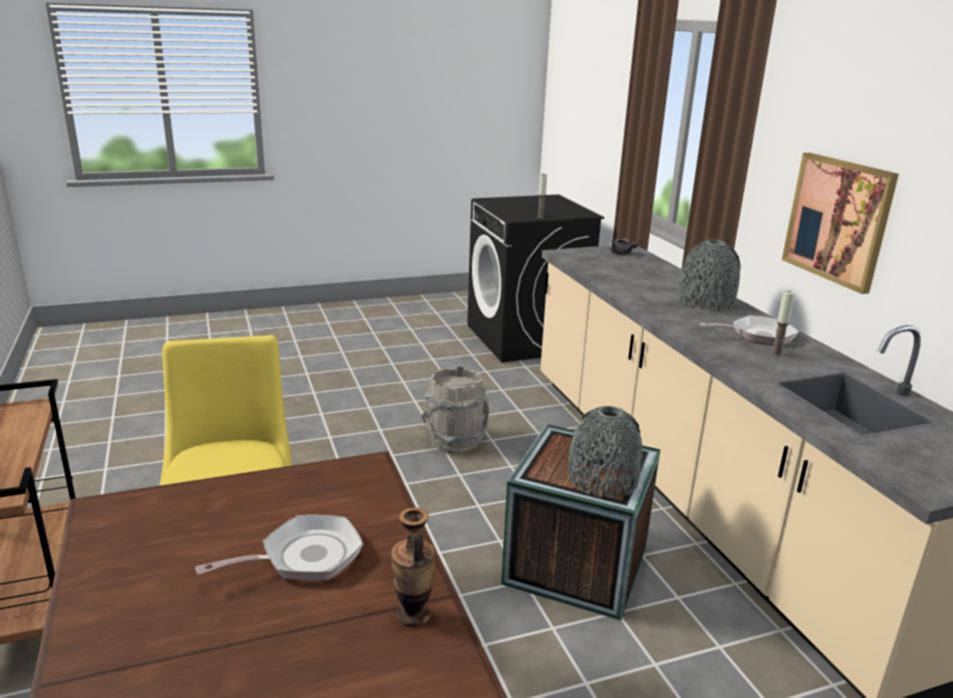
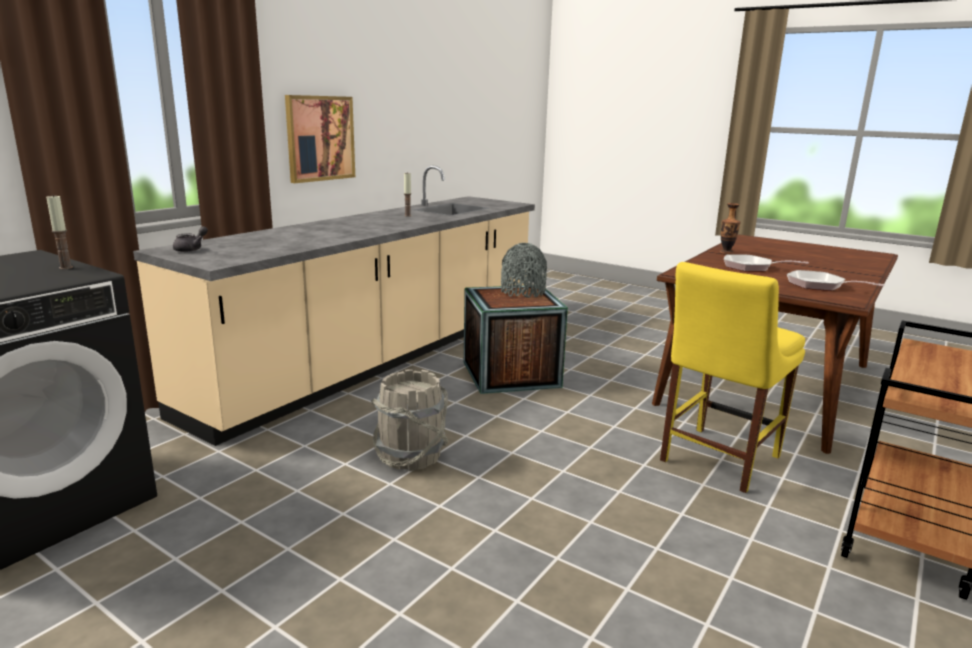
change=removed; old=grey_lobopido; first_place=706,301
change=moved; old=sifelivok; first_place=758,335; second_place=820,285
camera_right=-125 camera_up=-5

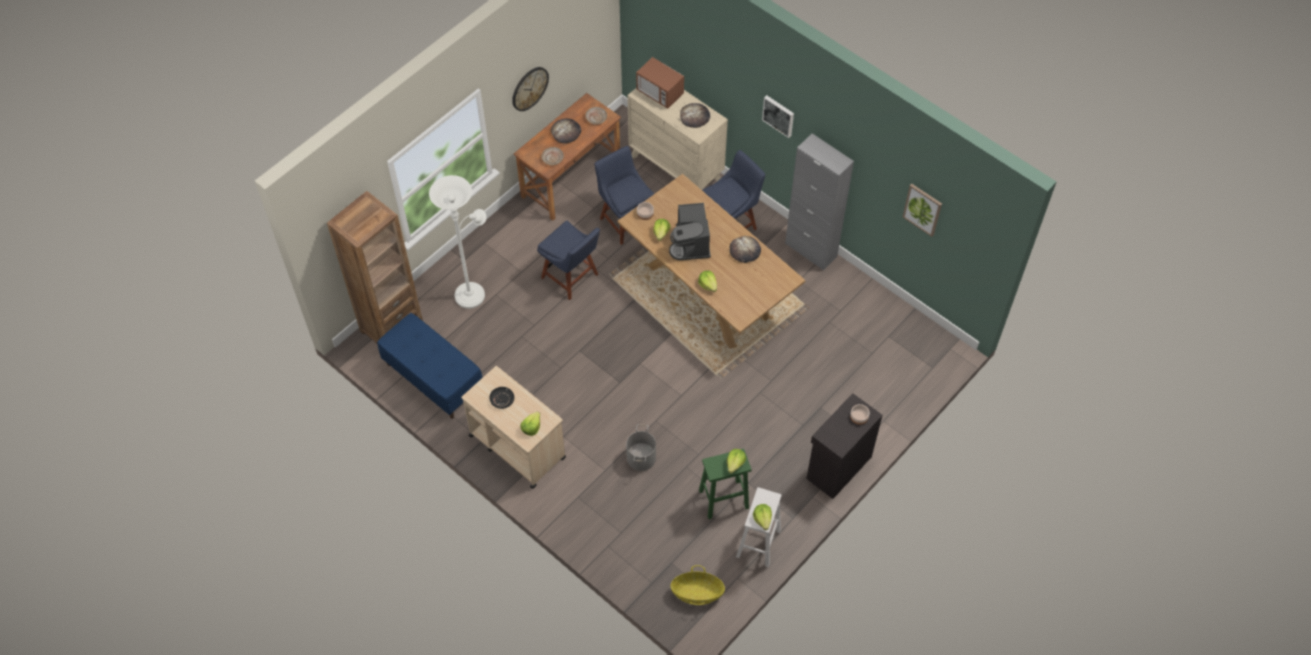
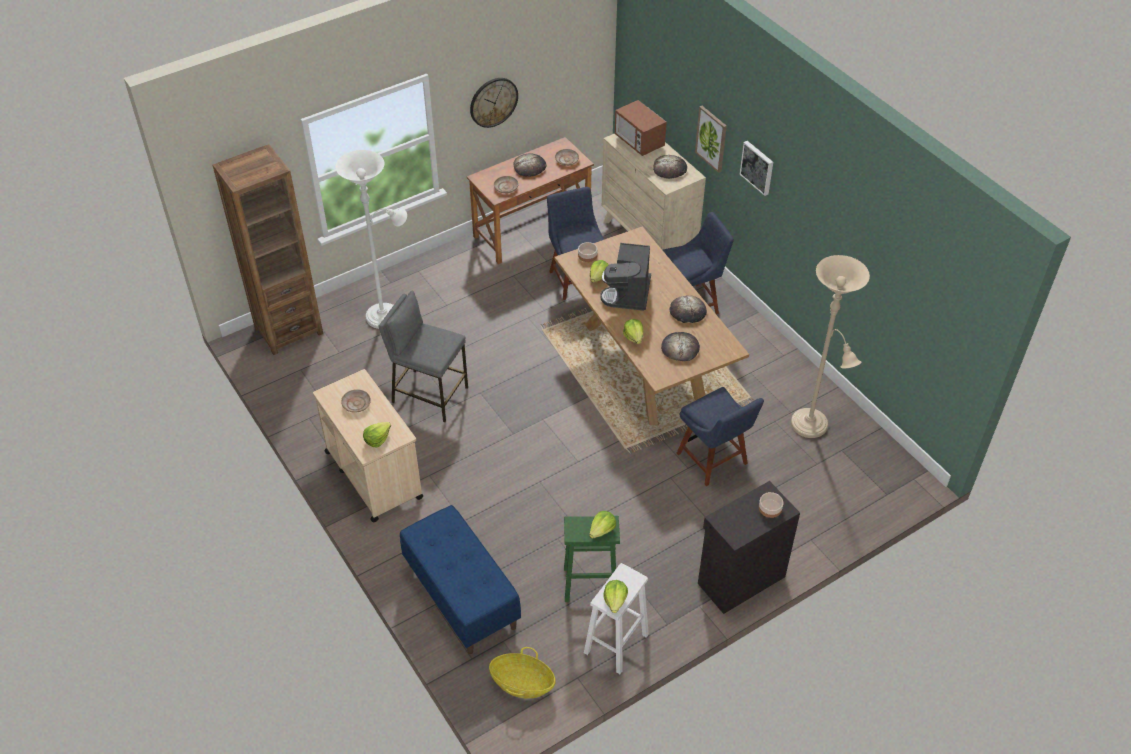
change=removed; old=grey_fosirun; first_place=640,457
change=removed; old=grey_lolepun; first_place=811,250
change=added; new=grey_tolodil; second_place=429,395
change=added; new=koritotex; second_place=680,348
change=added; new=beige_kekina; second_place=812,427
change=moved; old=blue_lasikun; first_place=433,378; second_place=460,596
change=moved; old=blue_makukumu; first_place=571,278; second_place=714,461
change=moved; old=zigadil; first_place=922,209; second_place=711,138
change=recoloured; old=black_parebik; new=beige_parebik; first_place=502,399; second_place=356,404
camera_right=15 camera_up=-10

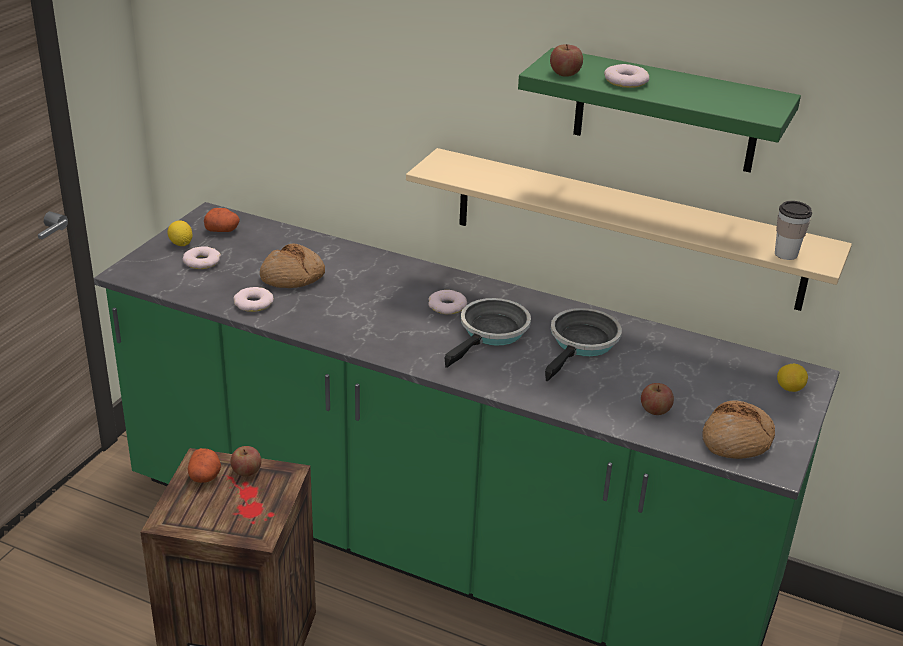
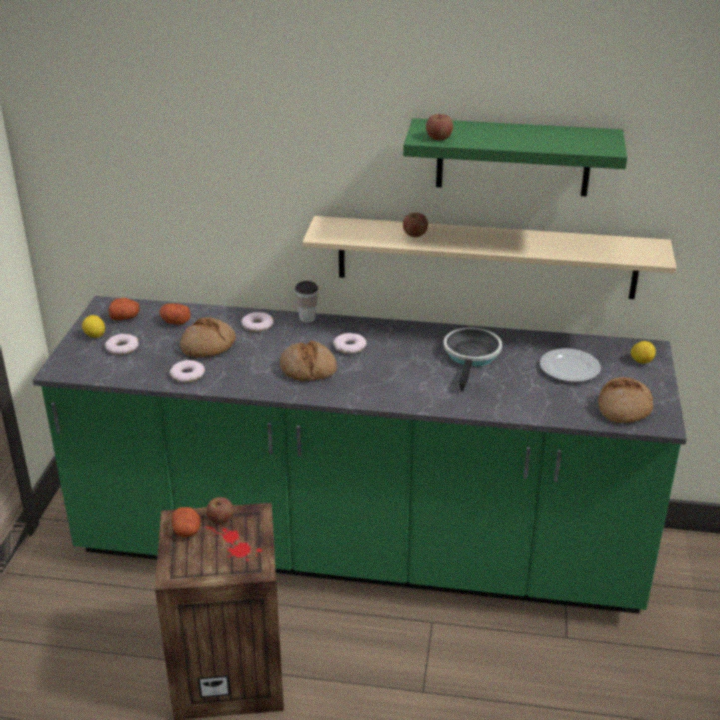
change=removed; old=sifelivok; first_place=491,333
change=added; new=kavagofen; second_place=174,322
change=added; new=koritotex; second_place=308,369
change=added; new=parebik; second_place=570,368
change=moved; old=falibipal; first_place=625,81; second_place=257,325
change=moved; old=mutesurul; first_place=655,410; second_place=415,234
change=moved; old=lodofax; first_place=786,254; second_place=307,318
camera_right=-15 camera_up=0

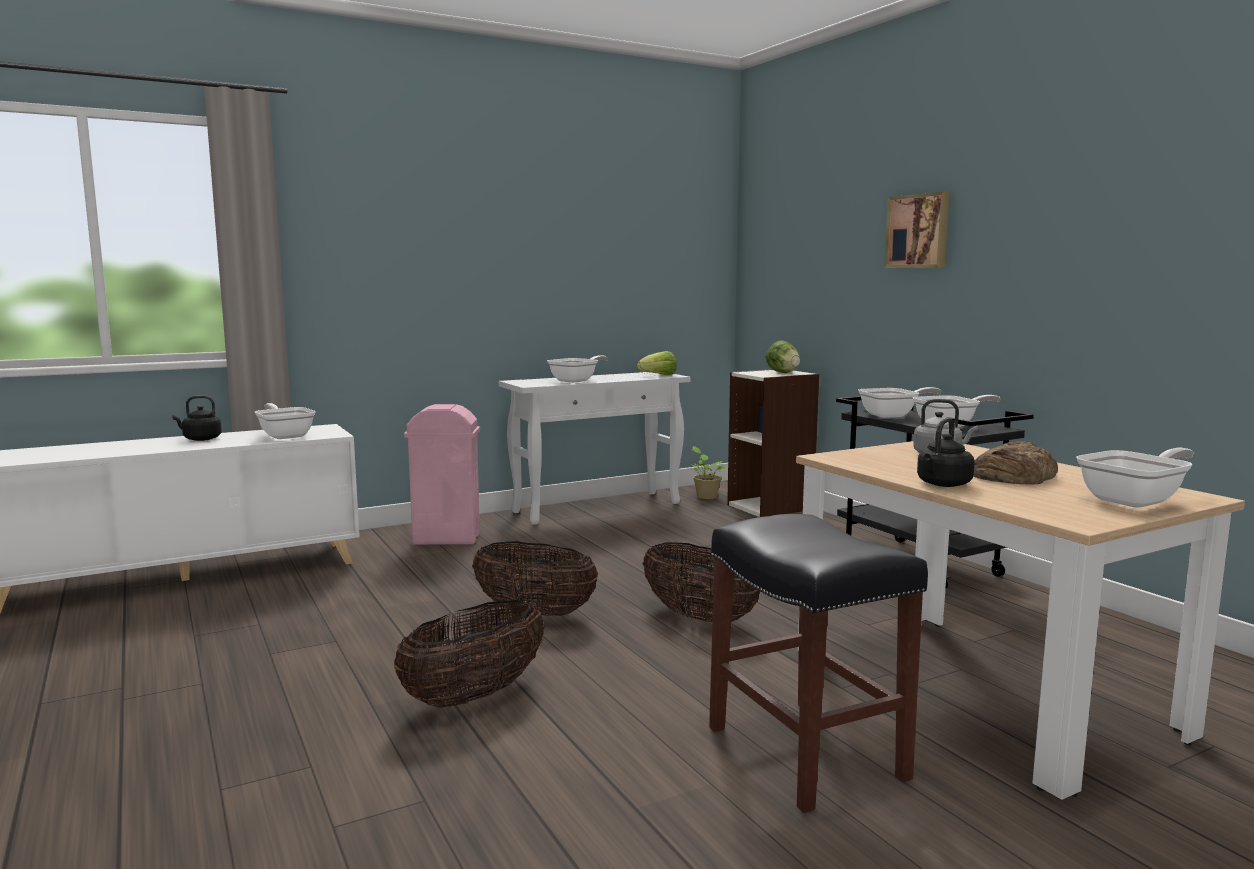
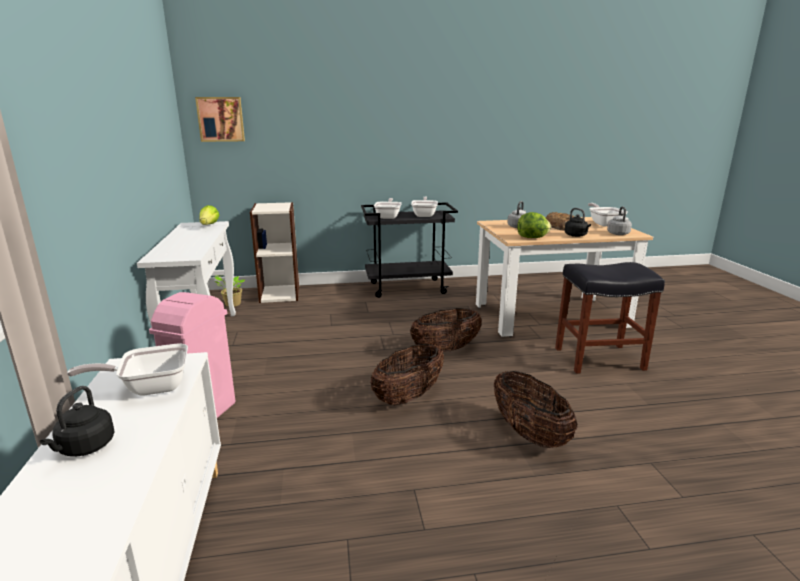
change=removed; old=sifelivok; first_place=577,380
change=added; new=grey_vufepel; second_place=617,233
change=moved; old=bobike; first_place=783,373; second_place=532,238
change=moved; old=zigadil; first_place=918,231; second_place=221,119
camera_right=-70 camera_up=10

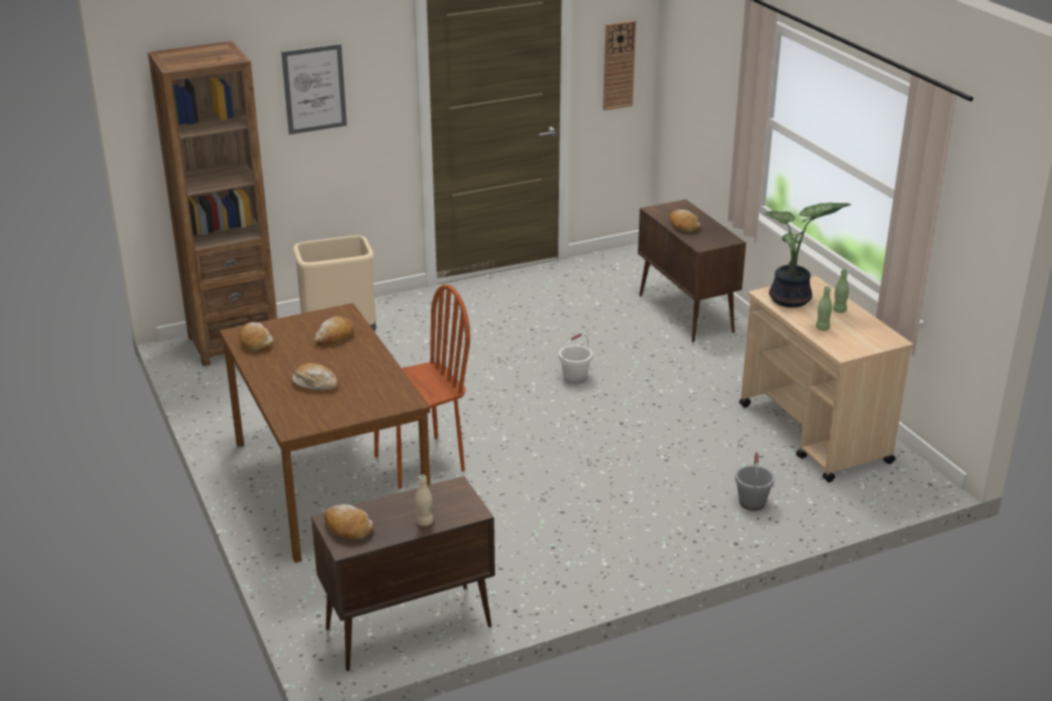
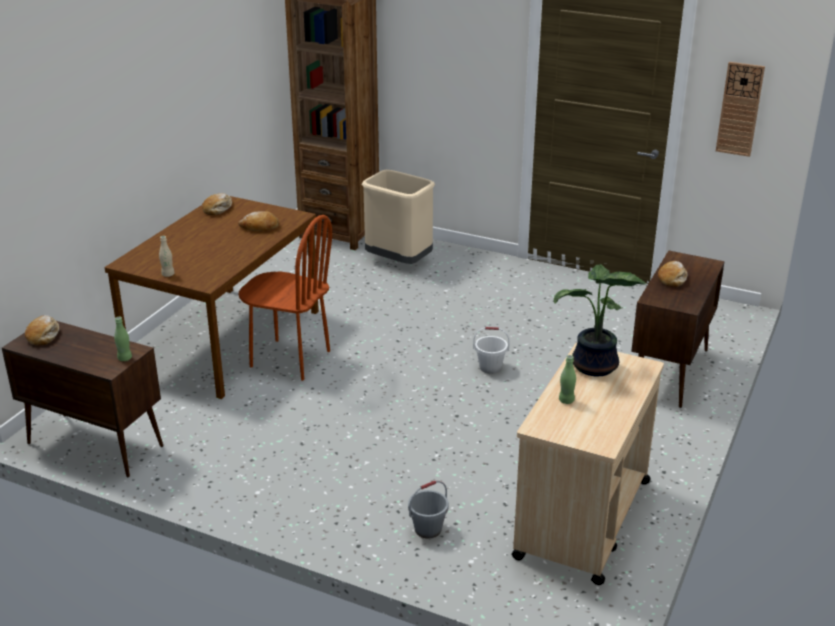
change=removed; old=zigadil; first_place=314,89
change=removed; old=koritotex; first_place=315,383
change=moved; old=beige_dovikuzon; first_place=424,522; second_place=168,274
change=moved; old=green_dovikuzon; first_place=839,311; second_place=125,358
camera_right=50 camera_up=0

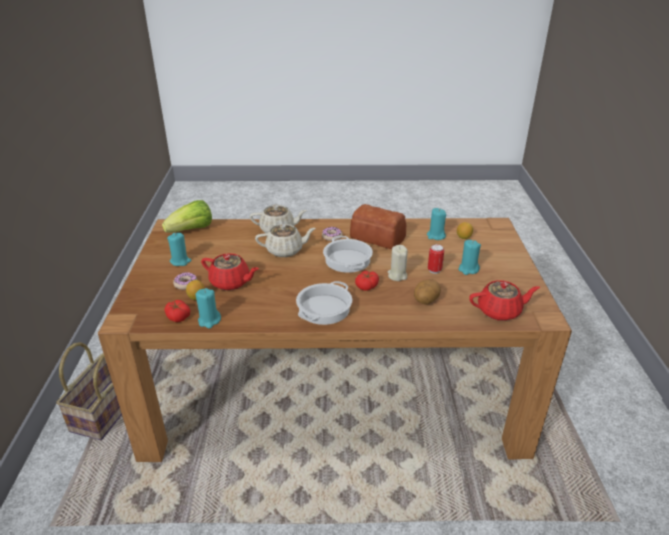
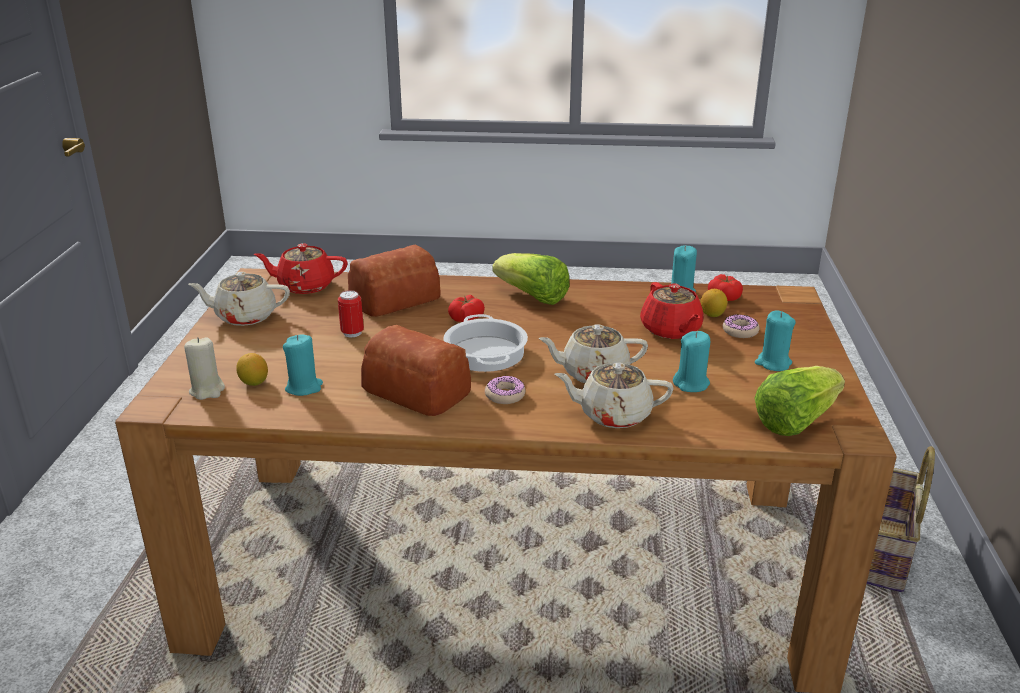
change=added; new=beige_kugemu; second_place=244,316
change=moved; old=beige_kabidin; first_place=397,275; second_place=207,390
change=moved; old=turquoise_kabidin; first_place=468,269; second_place=691,384
change=replaced; old=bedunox; new=bobike; first_place=324,308; second_place=532,297
change=replaced; old=kavagofen; new=koritotex; first_place=425,301; second_place=392,299
change=turned; old=red_kugemu; first_place=231,282; second_place=671,330; degrees=-135
camera_right=-175 camera_up=-5

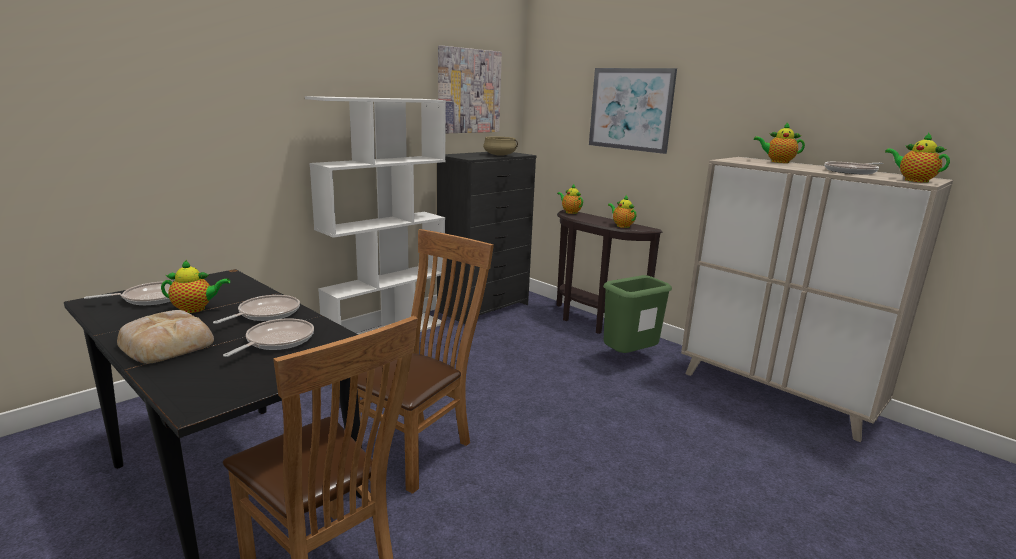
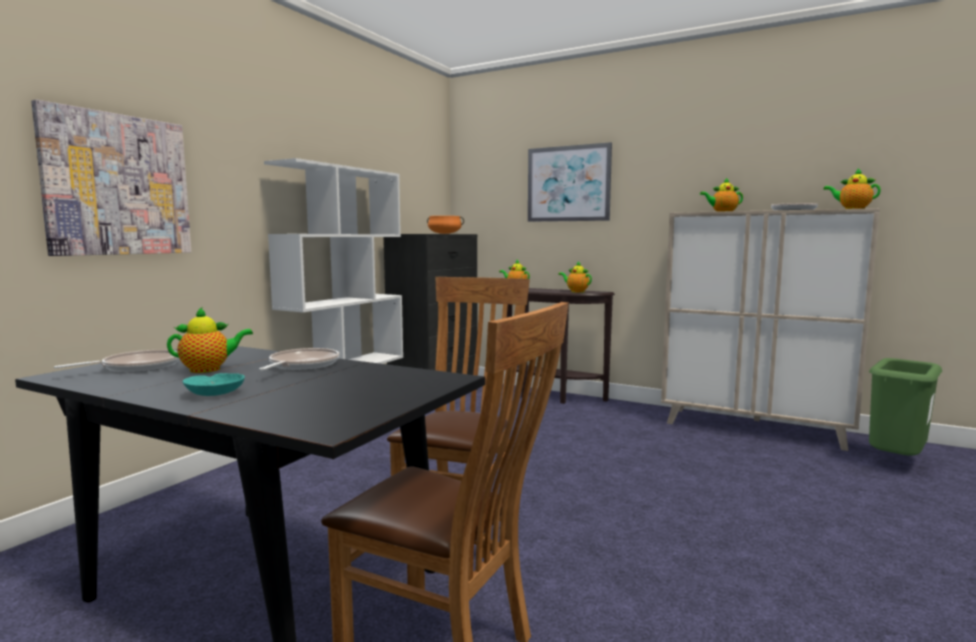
change=removed; old=sifelivok; first_place=277,341
change=moved; old=zigadil; first_place=468,91; second_place=118,185
change=moved; old=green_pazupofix; first_place=629,358; second_place=894,463
change=replaced; old=koritotex; new=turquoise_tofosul; first_place=167,343; second_place=214,393
change=recoloured; old=beige_bedunox; new=orange_bedunox; first_place=500,155; second_place=445,233
camera_right=-15 camera_up=-10

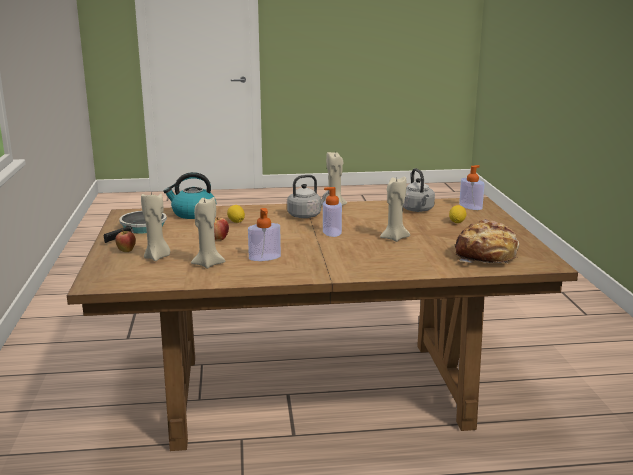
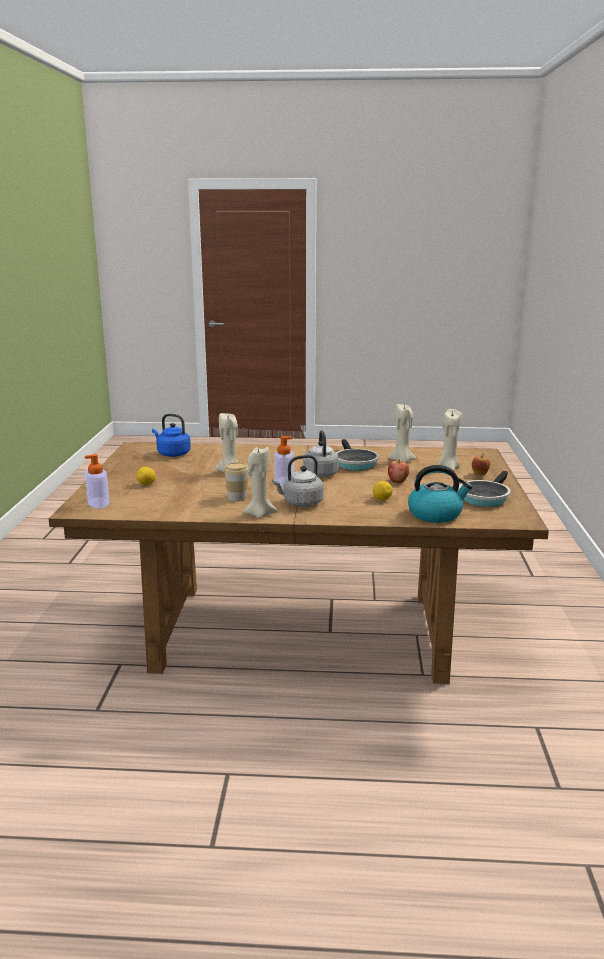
change=added; new=lodofax; second_place=237,497
change=moved; old=grey_vufepel; first_place=418,210; second_place=320,473
change=replaced; old=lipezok; new=sifelivok; first_place=264,257; second_place=354,463
change=replaced; old=koritotex; new=blue_vufepel; first_place=486,256; second_place=172,454
camera_right=-170 camera_up=0

